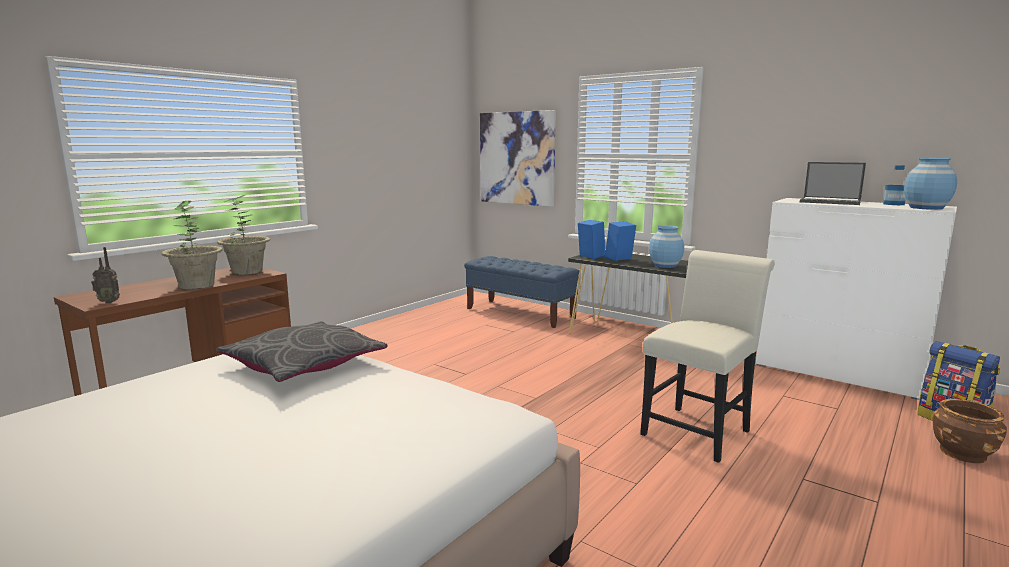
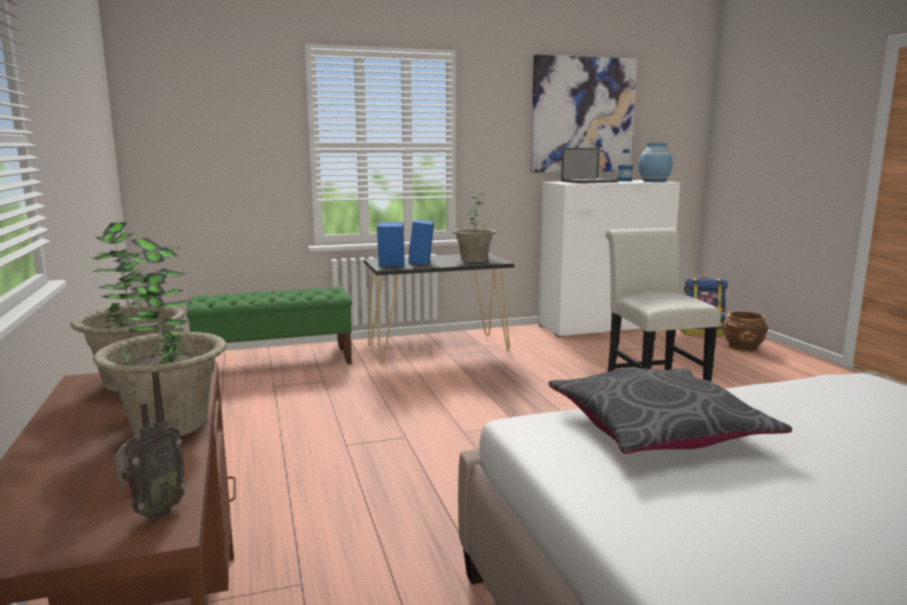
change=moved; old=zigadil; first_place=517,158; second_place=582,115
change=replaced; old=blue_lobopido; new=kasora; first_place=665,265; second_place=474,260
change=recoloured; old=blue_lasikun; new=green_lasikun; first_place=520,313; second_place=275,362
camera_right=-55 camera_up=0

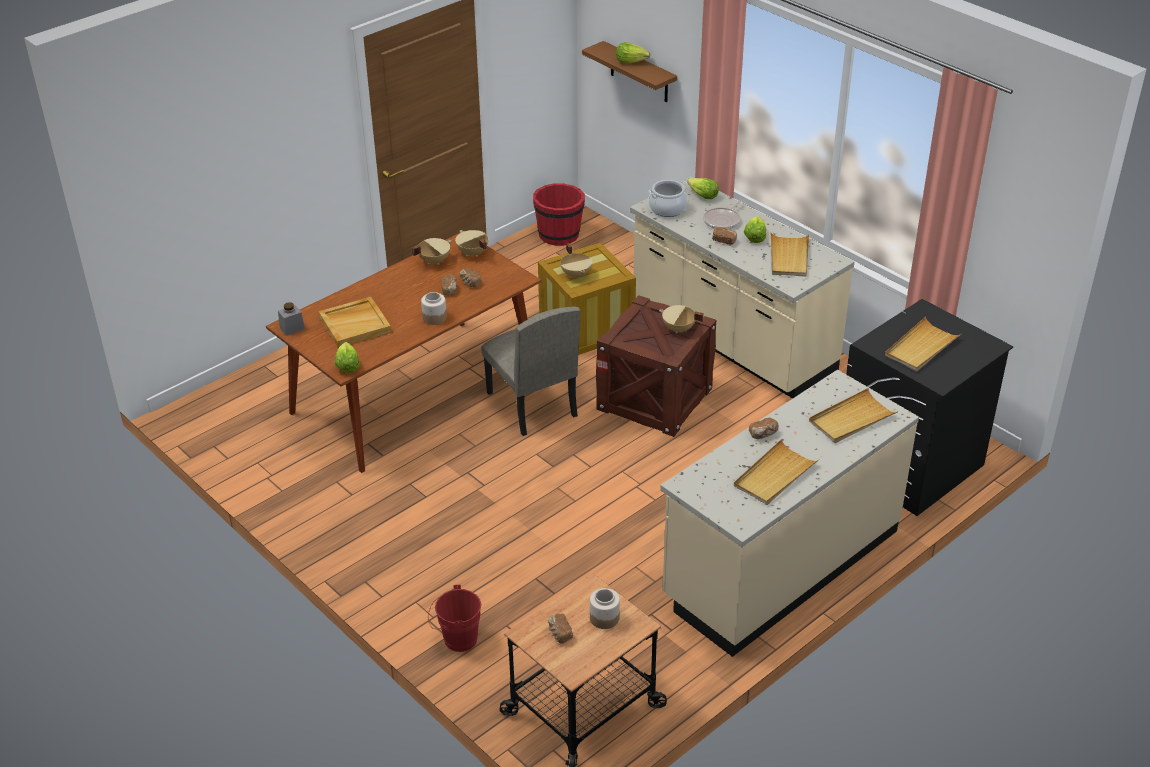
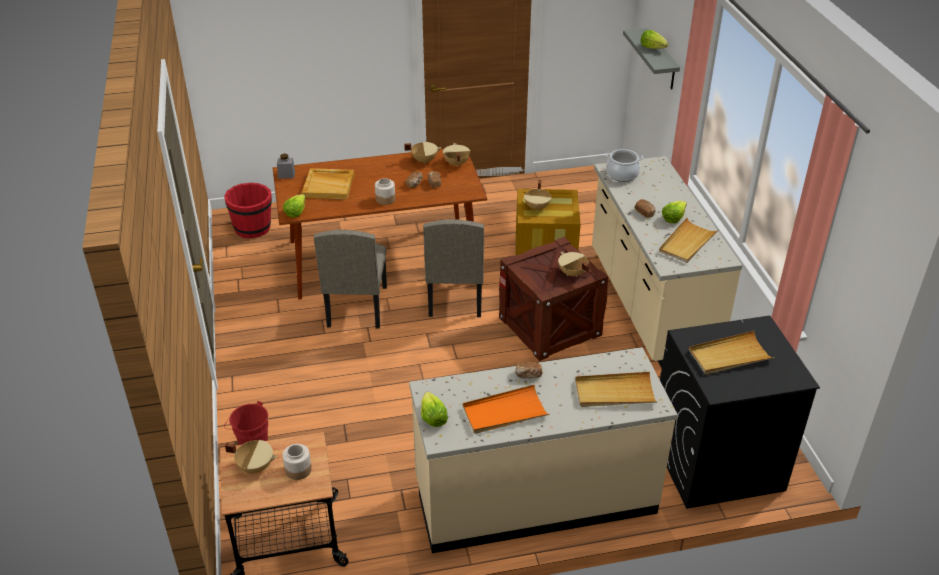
change=removed; old=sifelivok; first_place=723,221
change=added; new=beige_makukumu; second_place=356,306
change=moved; old=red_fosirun; first_place=559,235; second_place=253,228
change=moved; old=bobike; first_place=702,196; second_place=432,417
change=replaced; old=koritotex; new=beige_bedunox; first_place=559,633; second_place=255,466
change=recoloured; old=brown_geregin; new=grey_geregin; first_place=639,73; second_place=661,60
change=recoloured; old=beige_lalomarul; new=orange_lalomarul; first_place=774,475; second_place=504,412
camera_right=30 camera_up=0

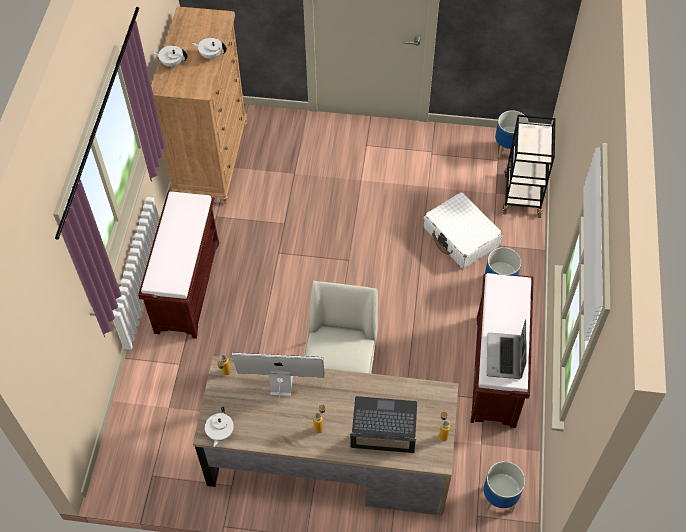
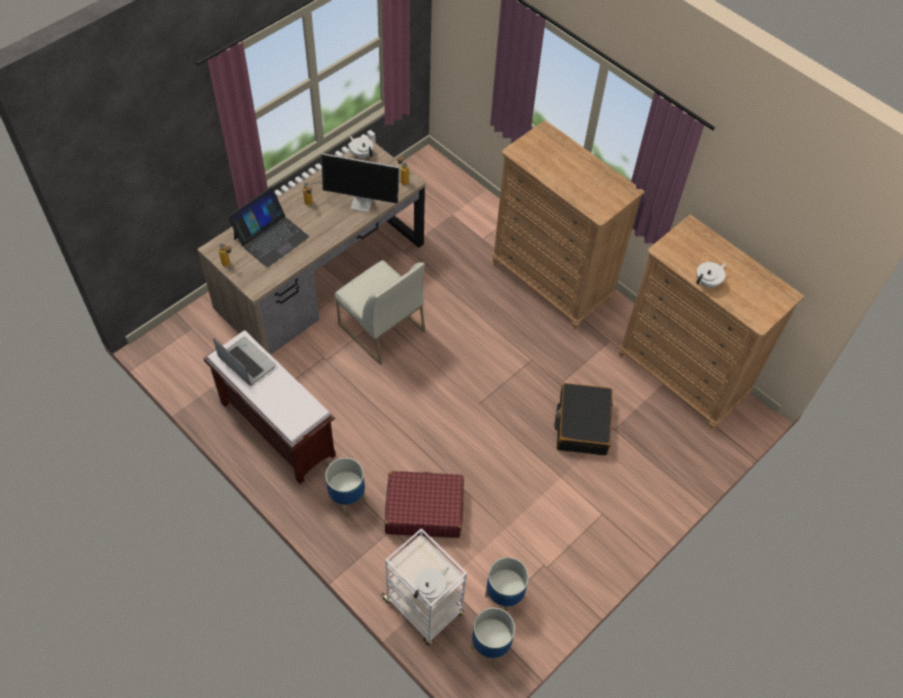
change=added; new=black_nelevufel; second_place=582,424
change=moved; old=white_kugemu; first_place=172,63; second_place=430,588
change=moved; old=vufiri; first_place=499,499; second_place=503,595
change=replaced; old=brown_lasikun; new=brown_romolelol; first_place=187,286; second_place=551,282
change=recoloured; old=white_nelevufel; new=red_nelevufel; first_place=461,237; second_place=423,509
change=recoloured; old=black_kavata; new=white_kavata; first_place=522,194; second_place=424,608
change=turned; old=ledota; first_place=280,385; second_place=362,203; degrees=60
camera_right=125 camera_up=0

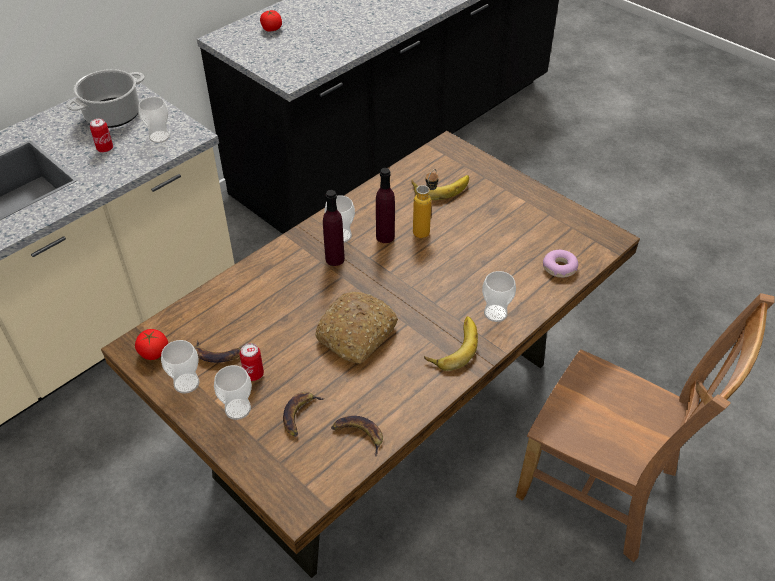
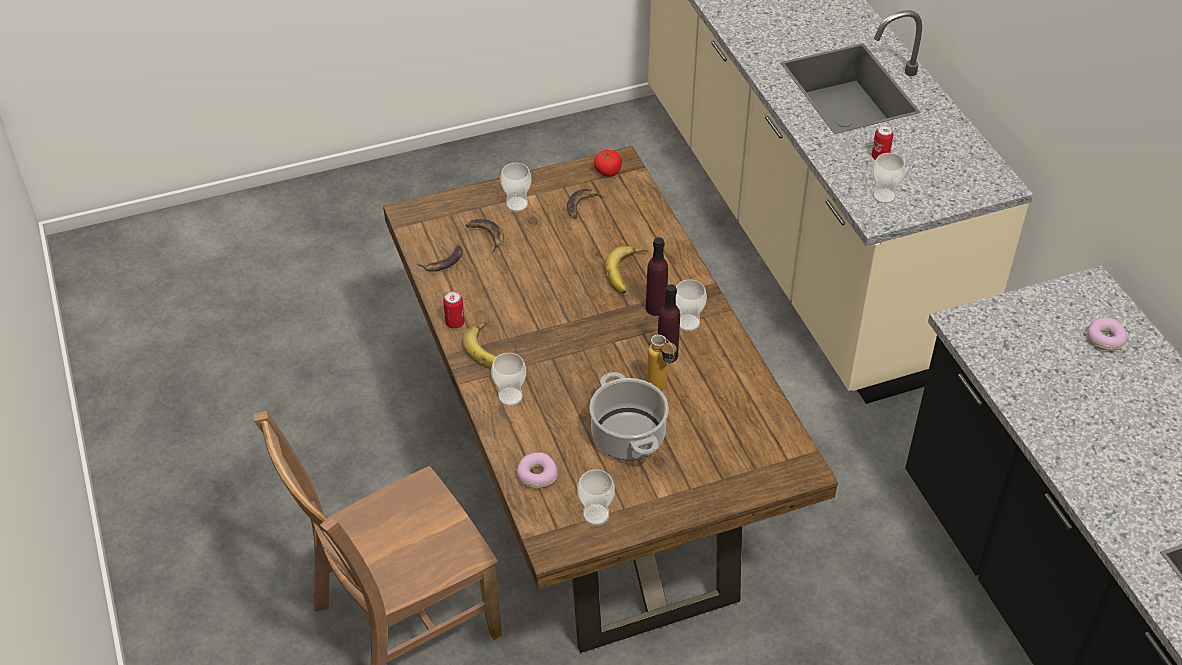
change=removed; old=koritotex; first_place=356,334
change=moved; old=bedunox; first_place=112,115; second_place=627,436
change=moved; old=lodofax; first_place=186,383; second_place=595,514
change=moved; old=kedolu; first_place=253,374; second_place=455,323
change=moved; old=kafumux; first_place=440,187; second_place=628,273
change=replaced; old=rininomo; new=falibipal; first_place=271,29; second_place=1104,339
camera_right=115 camera_up=0

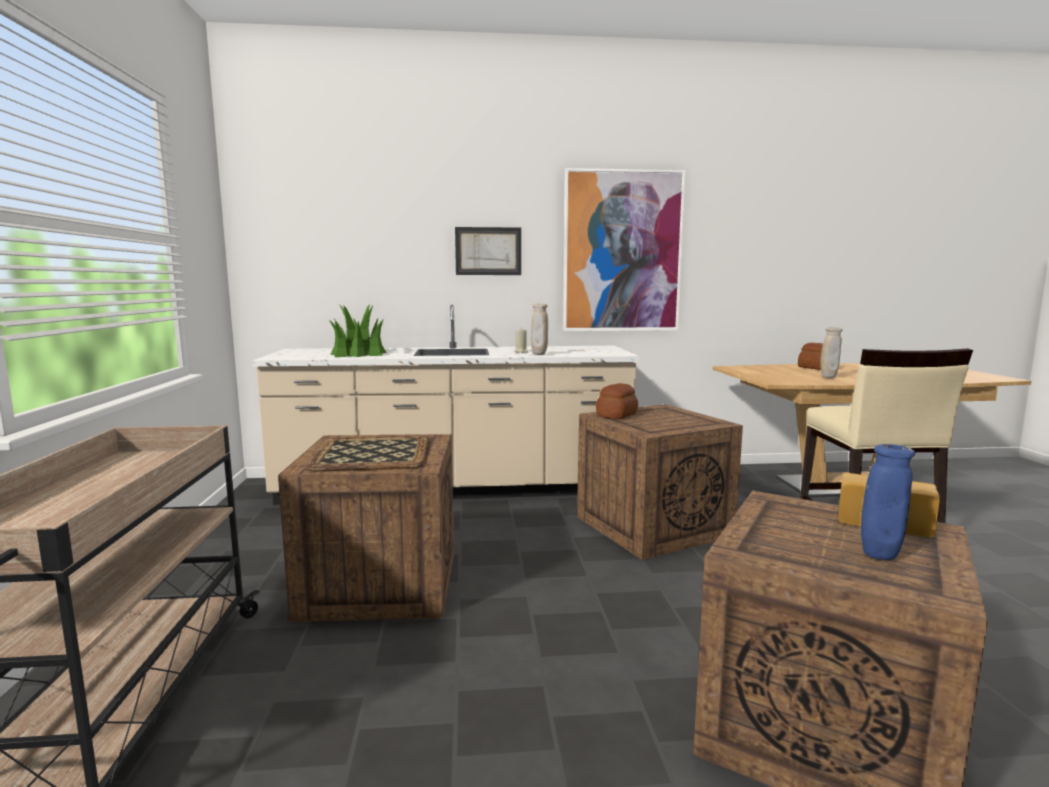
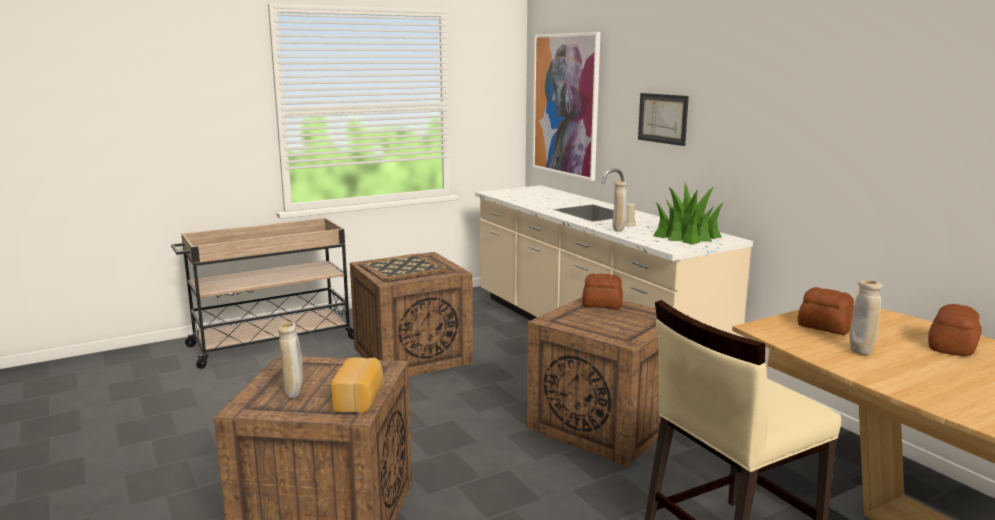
change=added; new=koritotex; second_place=825,327
change=moved; old=kasora; first_place=358,353; second_place=687,236
change=moved; old=zigadil; first_place=622,252; second_place=565,105
change=recoloured; old=blue_lobopido; new=beige_lobopido; first_place=879,556; second_place=294,395
camera_right=65 camera_up=5

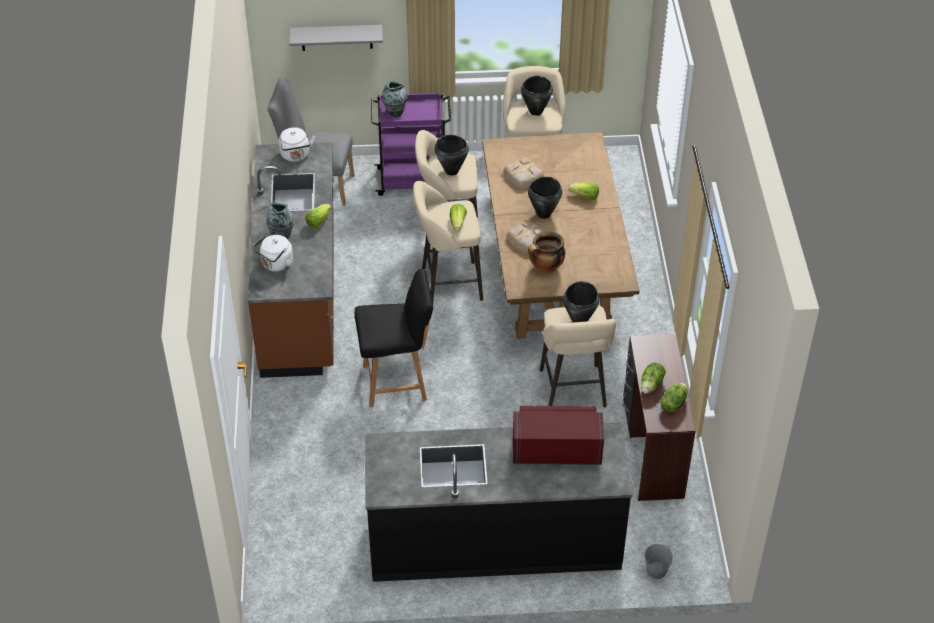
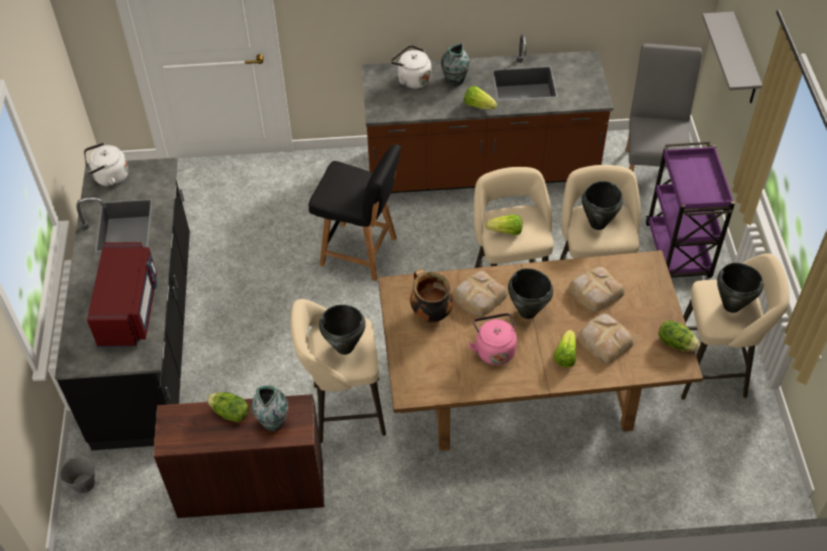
change=added; new=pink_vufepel; second_place=494,349
change=added; new=koritotex; second_place=604,340
change=moved; old=white_vufepel; first_place=296,156; second_place=109,177
change=moved; old=lobopido; first_place=395,112; second_place=273,421
change=moved; old=bobike; first_place=673,404; second_place=676,343
change=turned; old=black_makukumu; first_place=396,382; second_place=360,252; degrees=-60
camera_right=90 camera_up=5

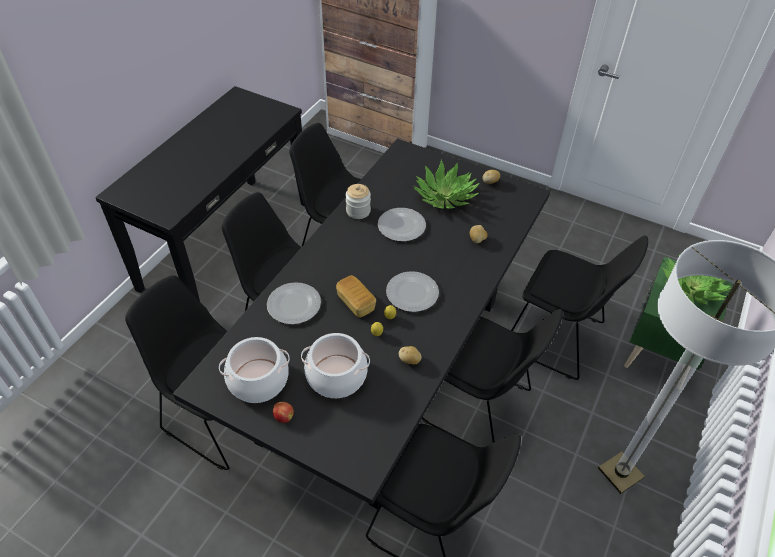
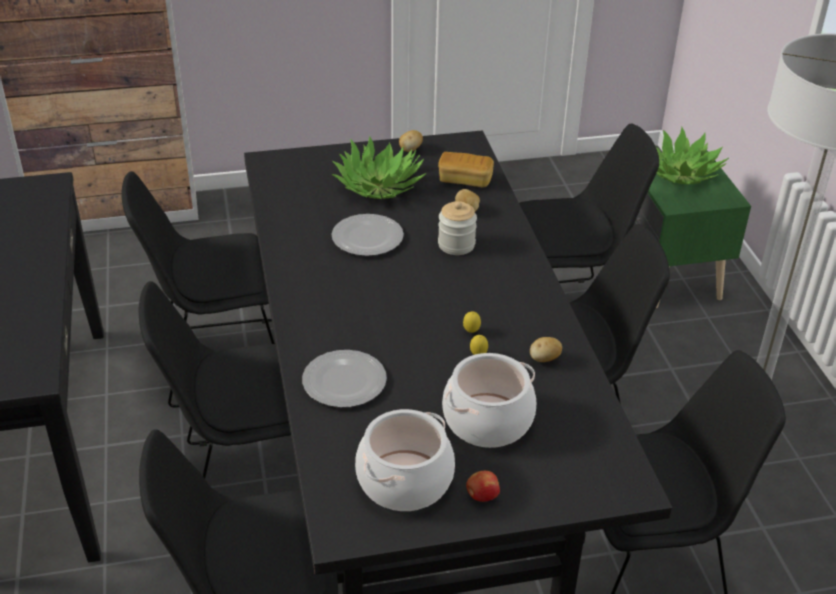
change=removed; old=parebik; first_place=412,293
change=moved; old=koritotex; first_place=356,303; second_place=465,180
change=moved; old=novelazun; first_place=358,211; second_place=456,245
camera_right=-40 camera_up=-10

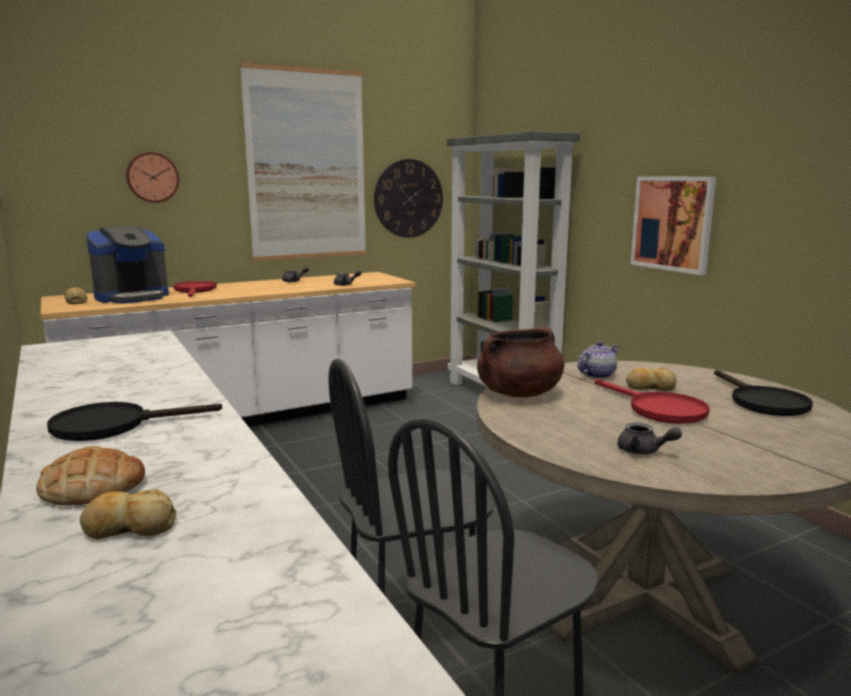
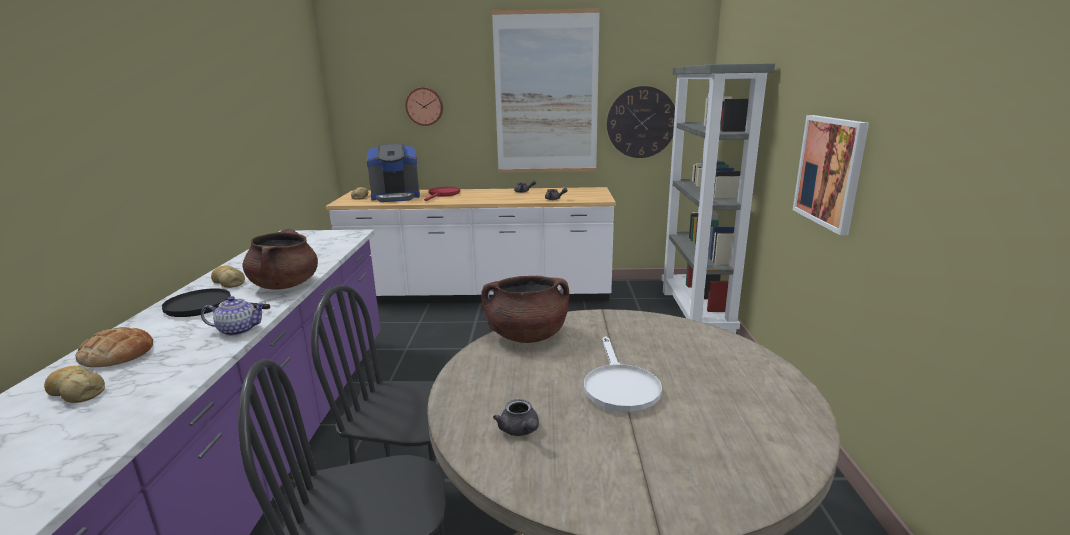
change=removed; old=black_sifelivok; first_place=762,402
change=added; new=brown_bedunox; second_place=285,285
change=moved; old=kugemu; first_place=596,375; second_place=238,330
change=moved; old=koritotex; first_place=649,387; second_place=229,282
change=recoloured; old=red_sifelivok; new=white_sifelivok; first_place=658,409; second_place=619,386
camera_right=30 camera_up=5

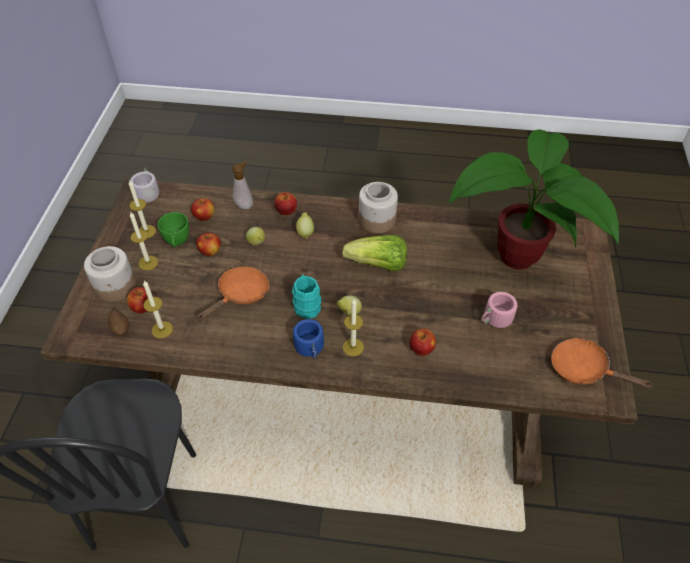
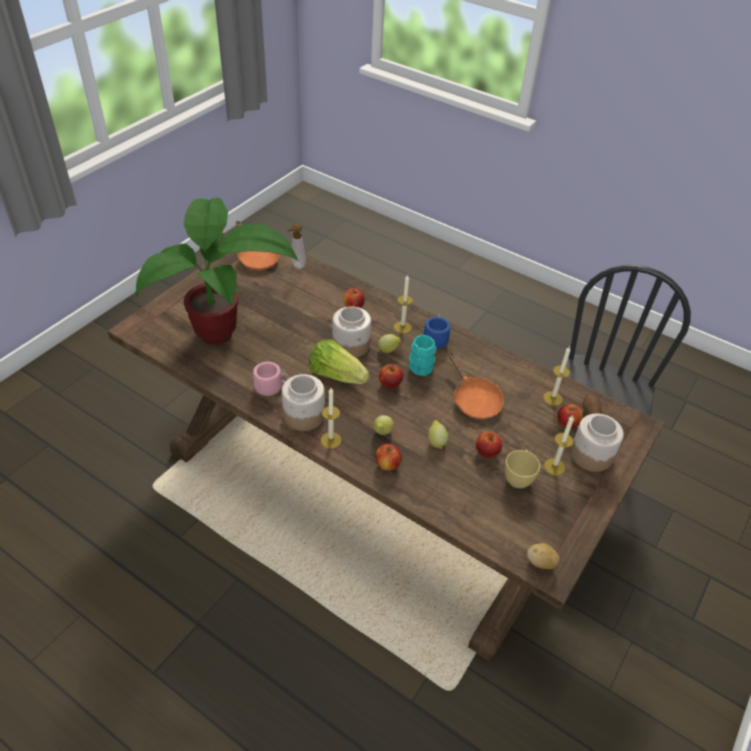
change=added; new=novelazun; second_place=351,345
change=moved; old=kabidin; first_place=146,231; second_place=330,440
change=moved; old=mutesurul; first_place=204,217; second_place=390,384
change=moved; old=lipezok; first_place=245,204; second_place=296,266
change=moved; old=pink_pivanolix; first_place=496,320; second_place=272,386
change=replaced; old=grey_pivanolix; new=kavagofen; first_place=146,193; second_place=540,563
change=recoloured; old=green_lodofax; new=yellow_lodofax; first_place=177,242; second_place=518,477
change=turned; old=orange_sifelivok; first_place=240,295; second_place=473,399; degrees=-90
camera_right=-155 camera_up=-5

